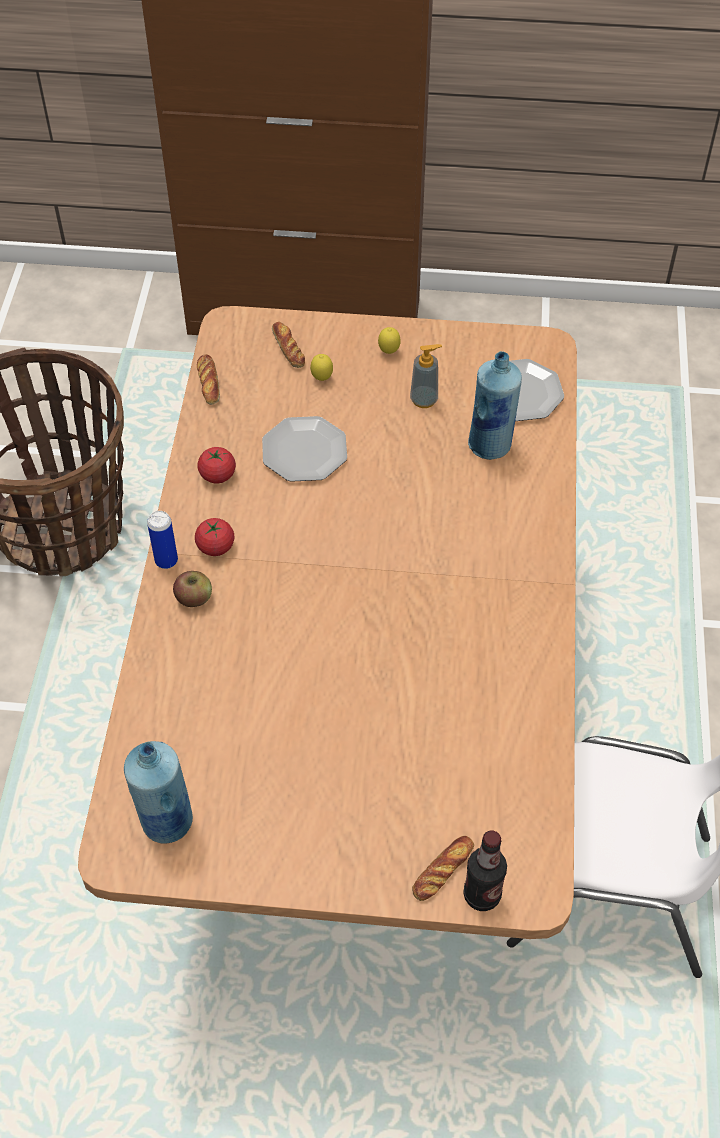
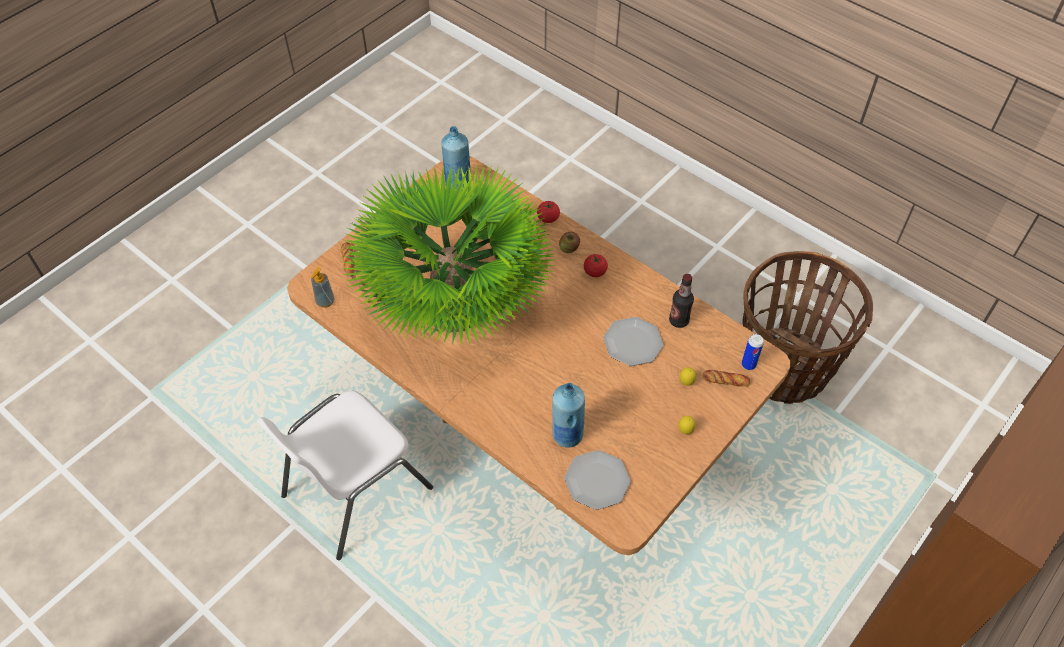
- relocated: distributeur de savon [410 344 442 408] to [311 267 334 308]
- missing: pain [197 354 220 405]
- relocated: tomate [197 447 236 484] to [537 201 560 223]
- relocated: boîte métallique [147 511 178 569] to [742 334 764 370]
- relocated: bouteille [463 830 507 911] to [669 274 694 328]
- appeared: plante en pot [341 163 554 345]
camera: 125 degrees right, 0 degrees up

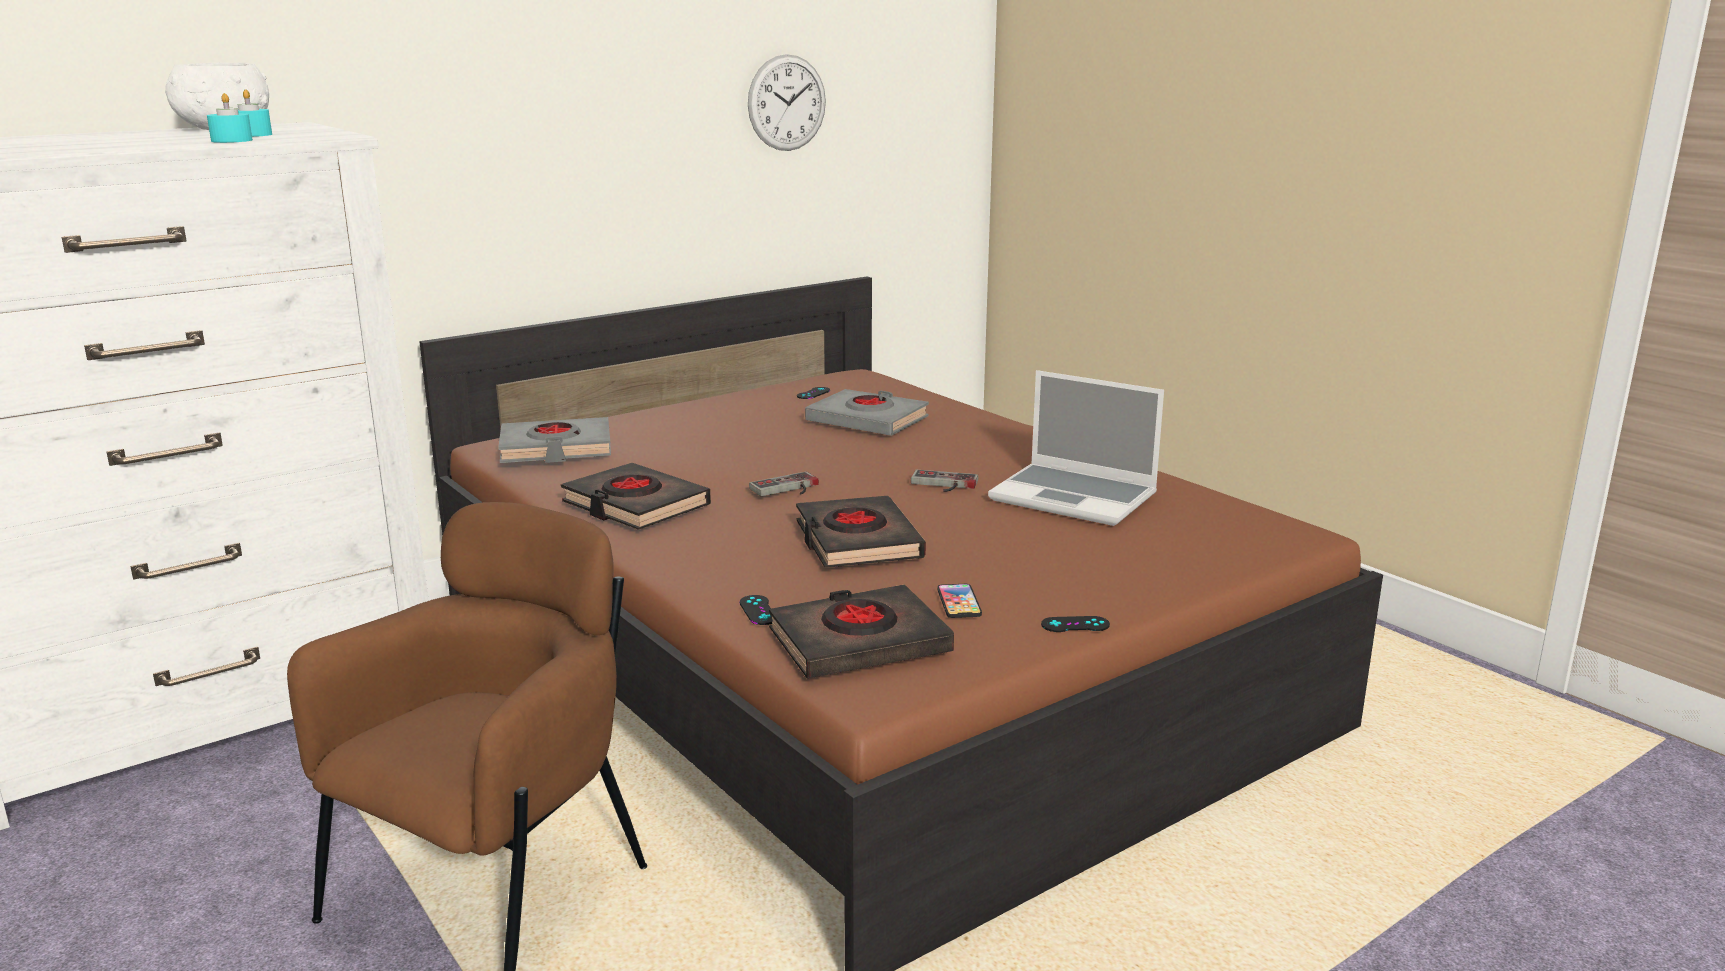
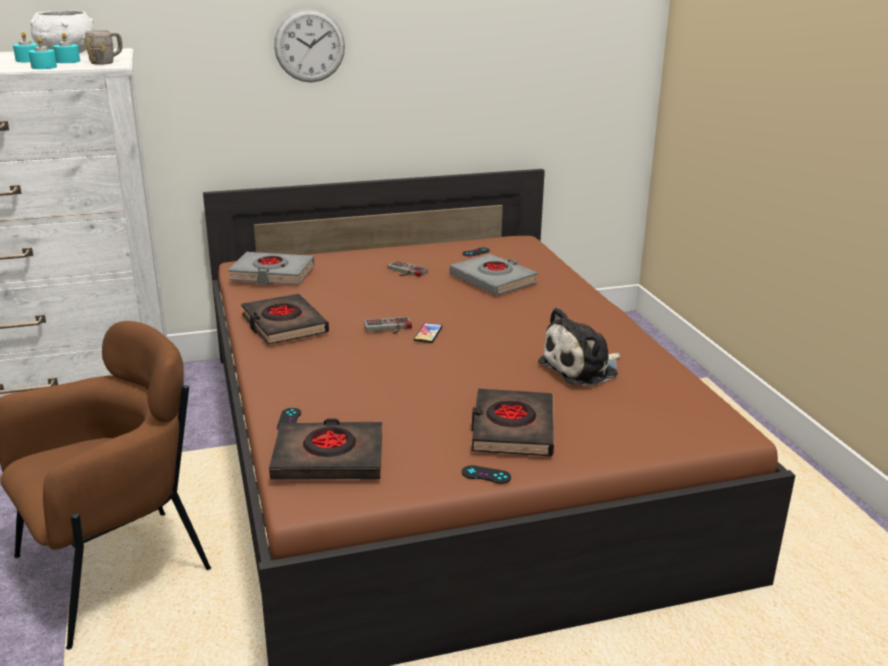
- relocated: horloge murale [748 54 826 151] to [274 9 345 83]
- exchanged: ordinateur portable [988 370 1164 526] to peluche [538 307 621 386]
- relocated: manette [911 470 978 492] to [387 261 428 277]
- relocated: livre (noir) [796 496 926 568] to [471 389 554 456]
- relocated: téléphone [937 584 982 618] to [414 323 442 343]
- appeared: mug (gris) [85 30 123 65]
- appeared: bougie (turquoise) [13 32 38 62]
camera: 20 degrees right, 5 degrees up

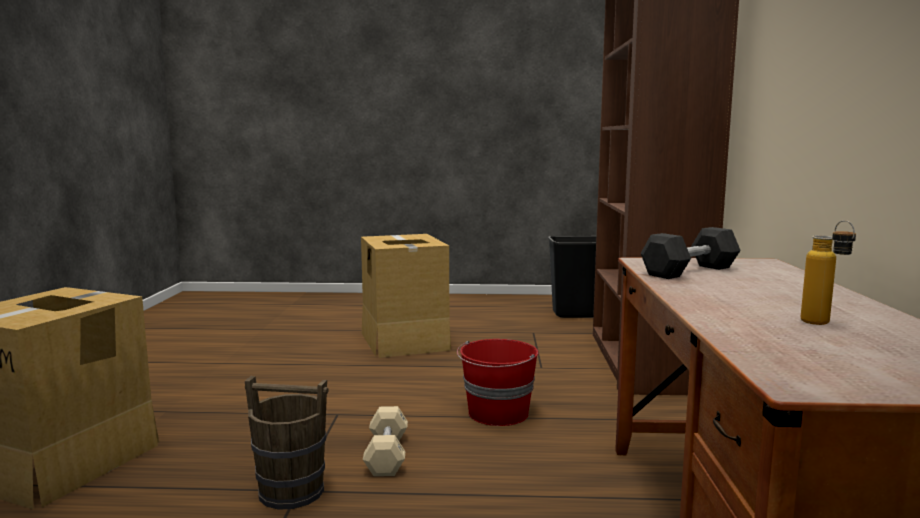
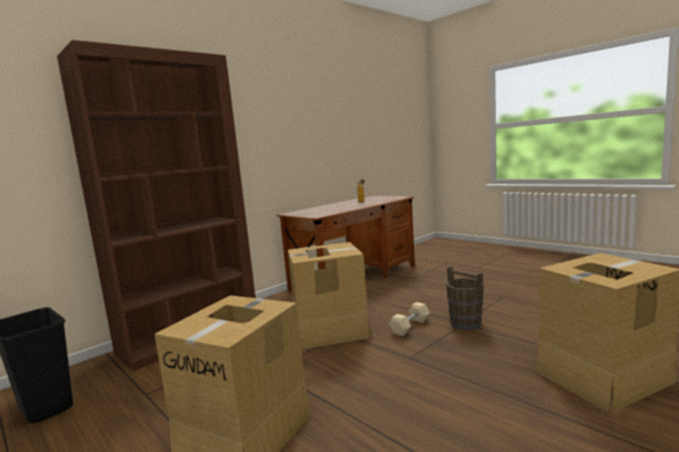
- missing: haltère (noir) [641 227 741 279]
- exchanged: seau (rouge) [457 339 539 426] to carton [288 242 372 349]
camera: 135 degrees left, 0 degrees up

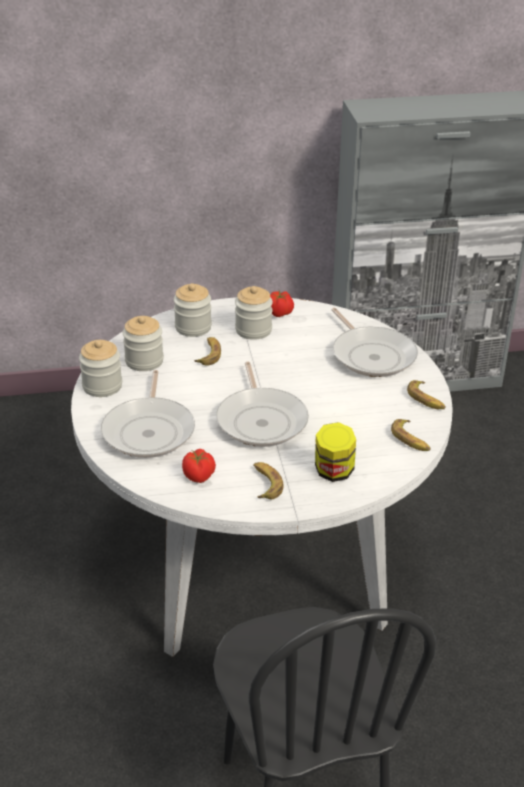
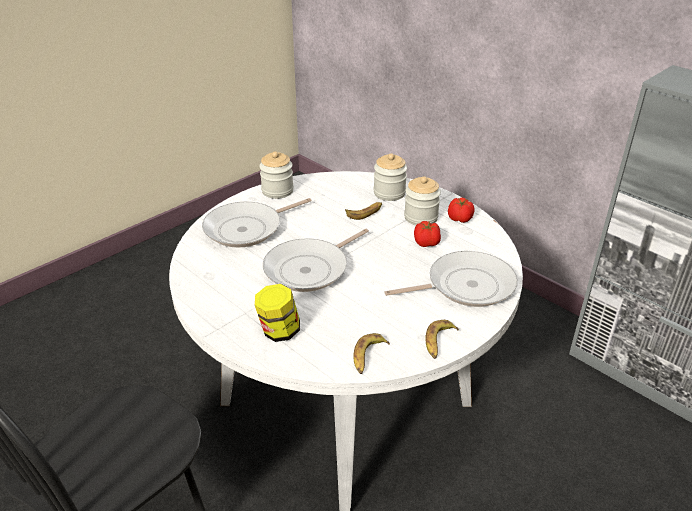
- spun: poêle [331 308 418 377] = [384 251 518 307] 135 degrees counterclockwise
- missing: bocal [123 316 164 371]
- relocated: tomate [182 449 216 483] to [414 221 441 247]
- missing: banane [253 462 284 499]
camera: 55 degrees right, 0 degrees up

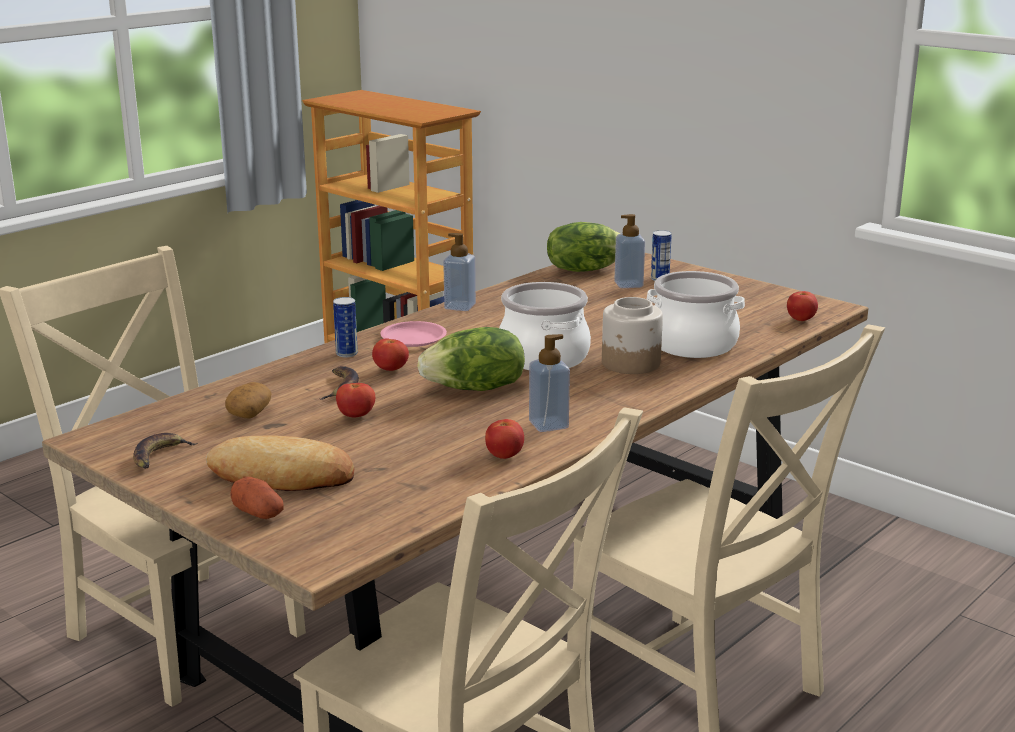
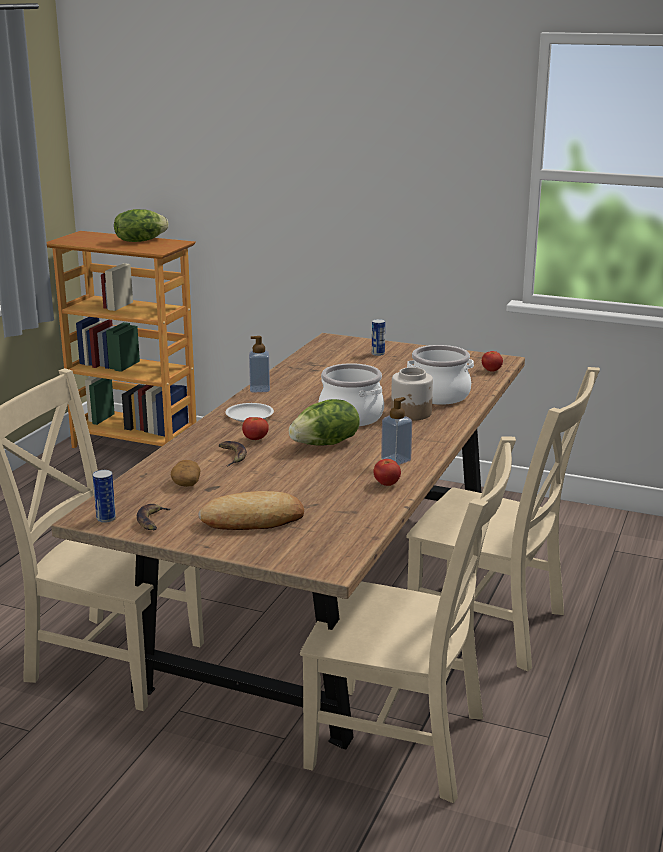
- missing: distributeur de savon [614 214 645 288]
- relocated: laitue [547 222 621 272] to [114 209 169 242]
- relocated: boîte métallique [333 297 358 357] to [93 470 116 523]
- colour: assiette (rose) [381 321 447 347] to assiette (blanc) [225 403 274 422]
- missing: tomate [336 383 375 418]
- missing: pomme de terre [231 477 284 519]
camera: 20 degrees left, 0 degrees up

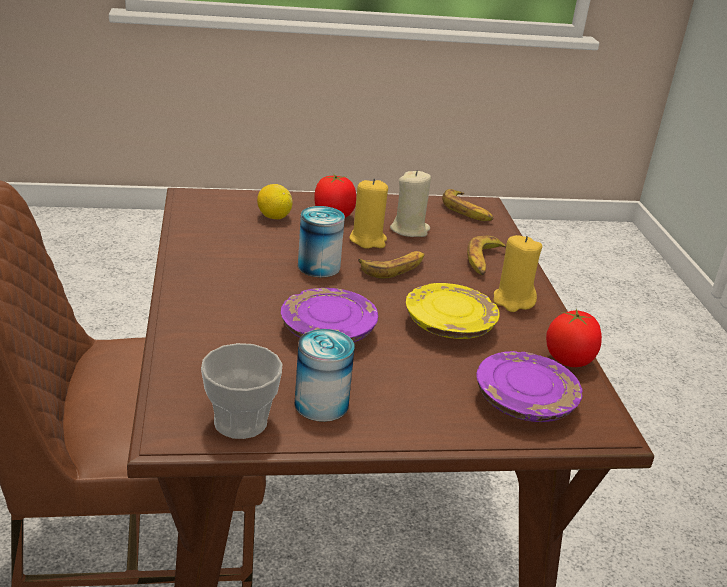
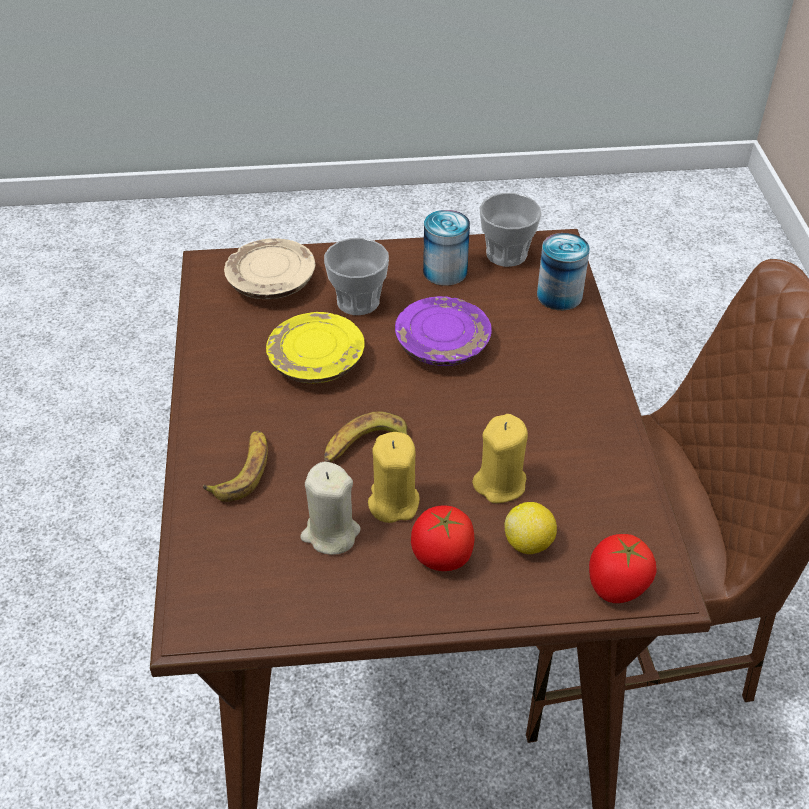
- missing: banane [442 189 494 221]
- relocated: boîte métallique [298 206 345 277] to [537 233 590 310]
- relocated: bougie (jaune) [493 235 542 312] to [472 414 528 503]
- relocated: tomate [546 309 602 367] to [589 534 656 603]
- colour: assiette (violet) [476 351 582 422] to assiette (beige) [224 238 315 299]
- appeared: tasse [324 238 389 315]
camera: 175 degrees left, 15 degrees up

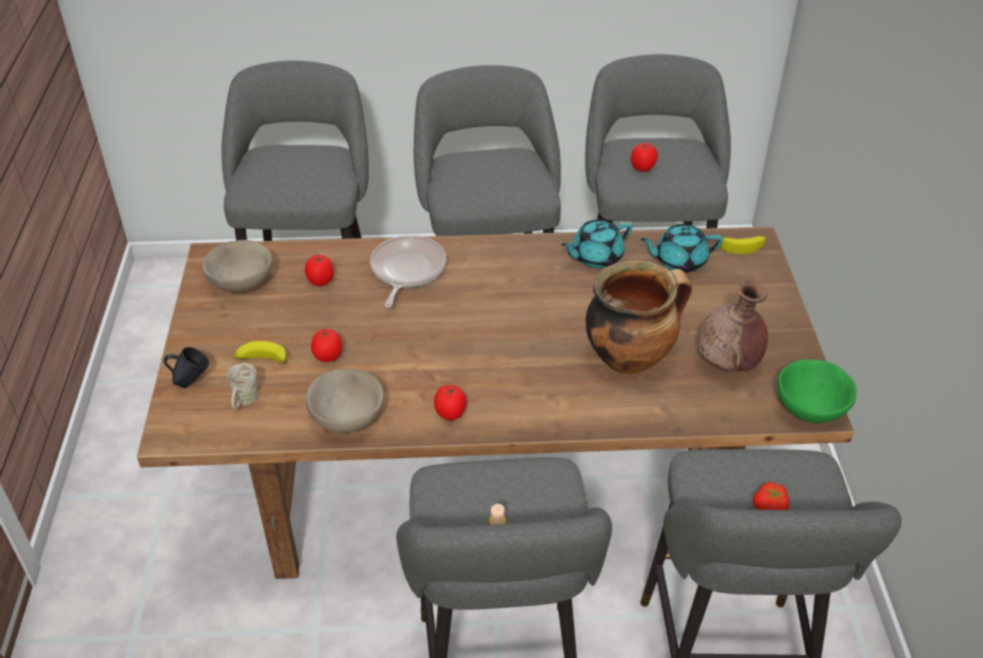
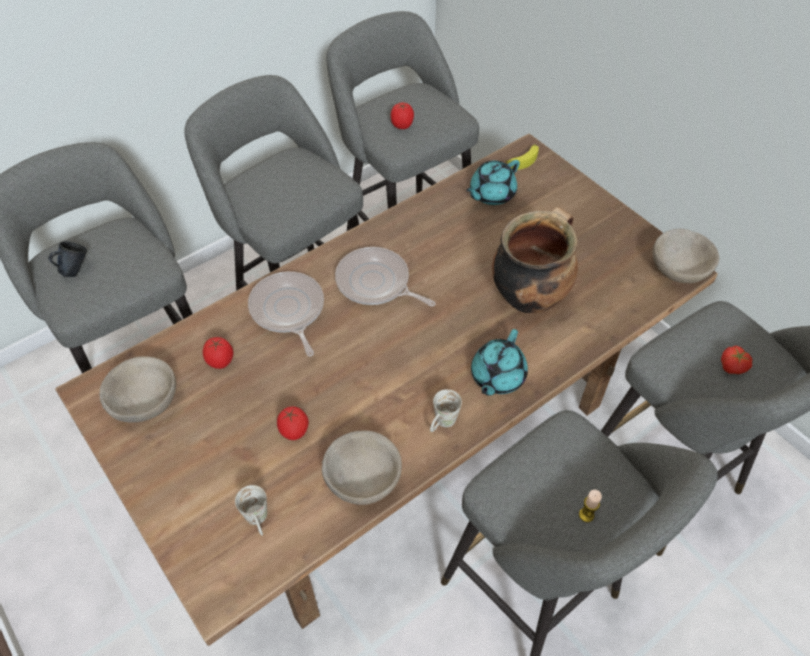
- relocated: théière (turquoise) [561 220 632 268] to [471 329 528 396]
- missing: vase (marron) [697 281 768 372]
- missing: banane [233 341 287 364]
- relocated: mug (bleu) [163 347 209 388] to [49 241 87 277]
- colour: bol (vert) [777 359 857 423] to bol (beige) [653 229 719 283]
- exchanged: tomate [434 385 467 421] to mug (blanc) [430 389 462 432]
- appeared: poêle [335 247 436 307]
camera: 35 degrees left, 10 degrees up

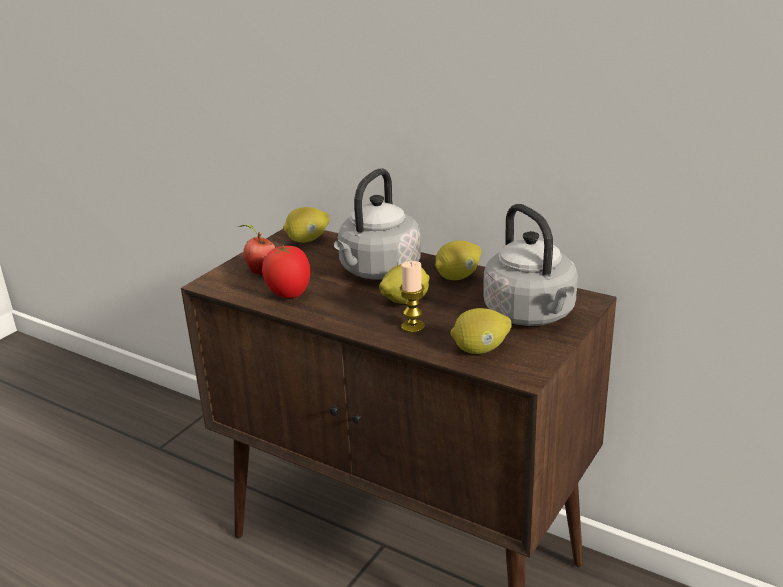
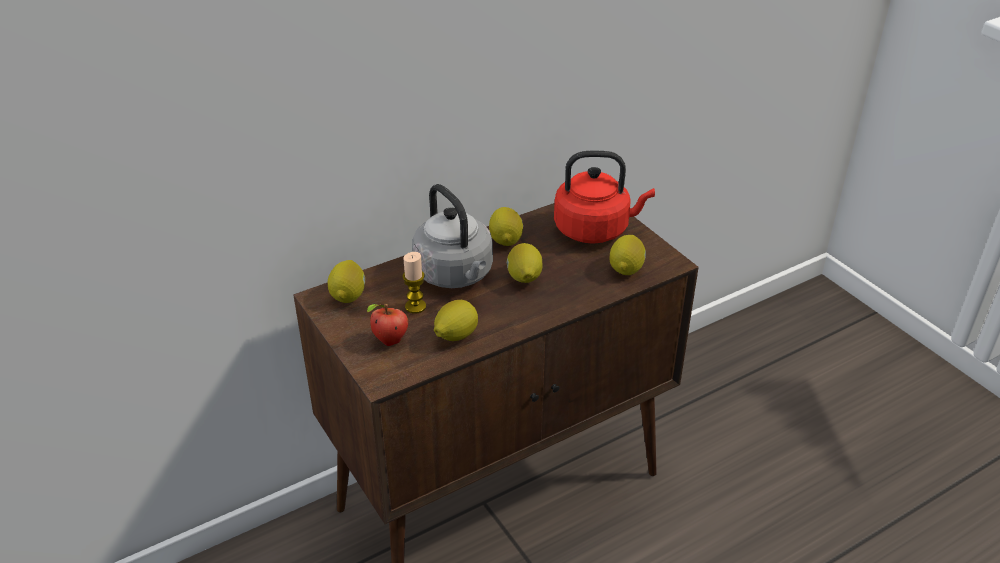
- colour: bouilloire (gris) [483 204 578 326] to bouilloire (rouge) [554 151 655 244]
- exchanged: tomate [262 244 311 298] to citron [434 300 478 341]
- relocated: bougie [400 261 425 333] to [403 252 426 314]
camera: 65 degrees left, 10 degrees up

